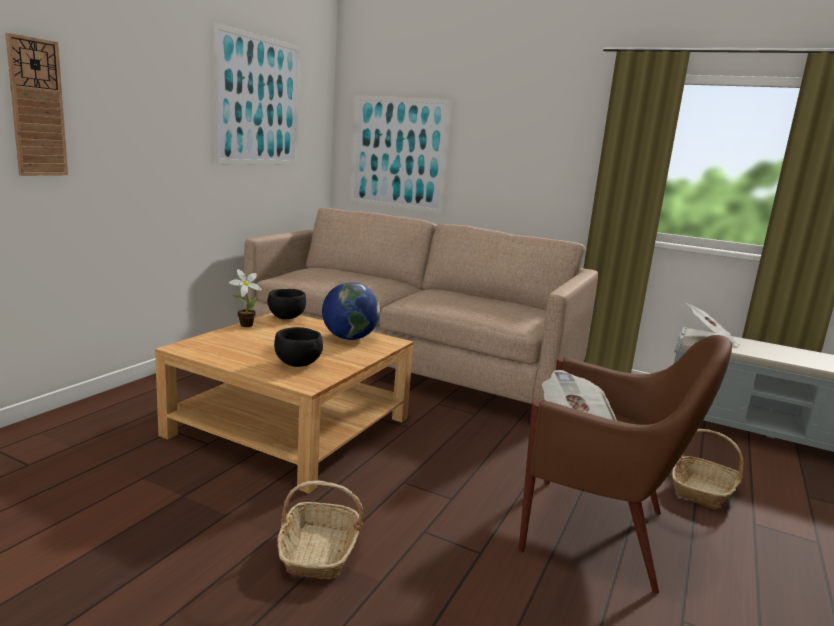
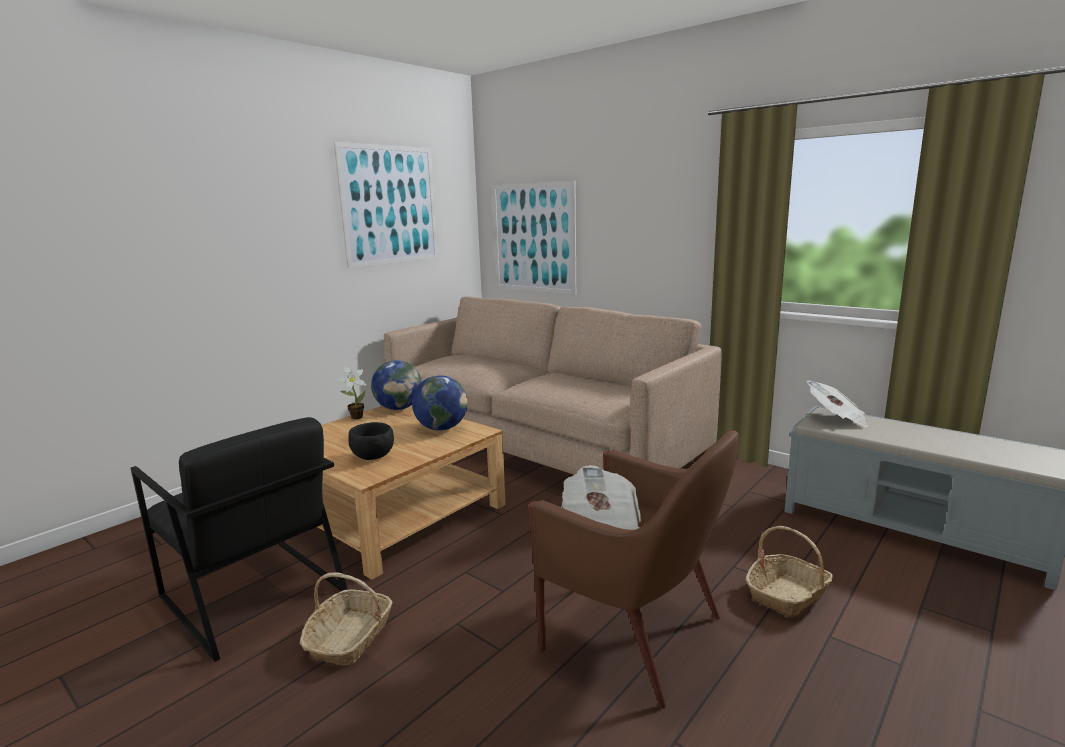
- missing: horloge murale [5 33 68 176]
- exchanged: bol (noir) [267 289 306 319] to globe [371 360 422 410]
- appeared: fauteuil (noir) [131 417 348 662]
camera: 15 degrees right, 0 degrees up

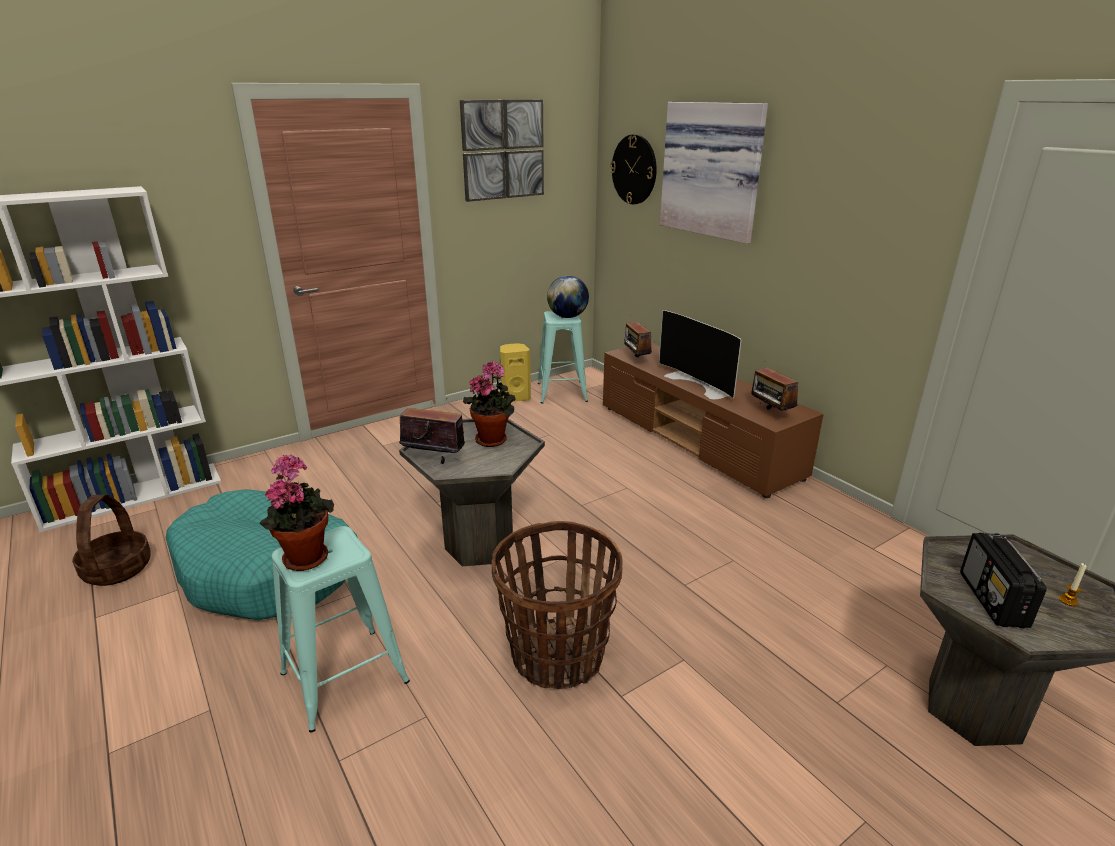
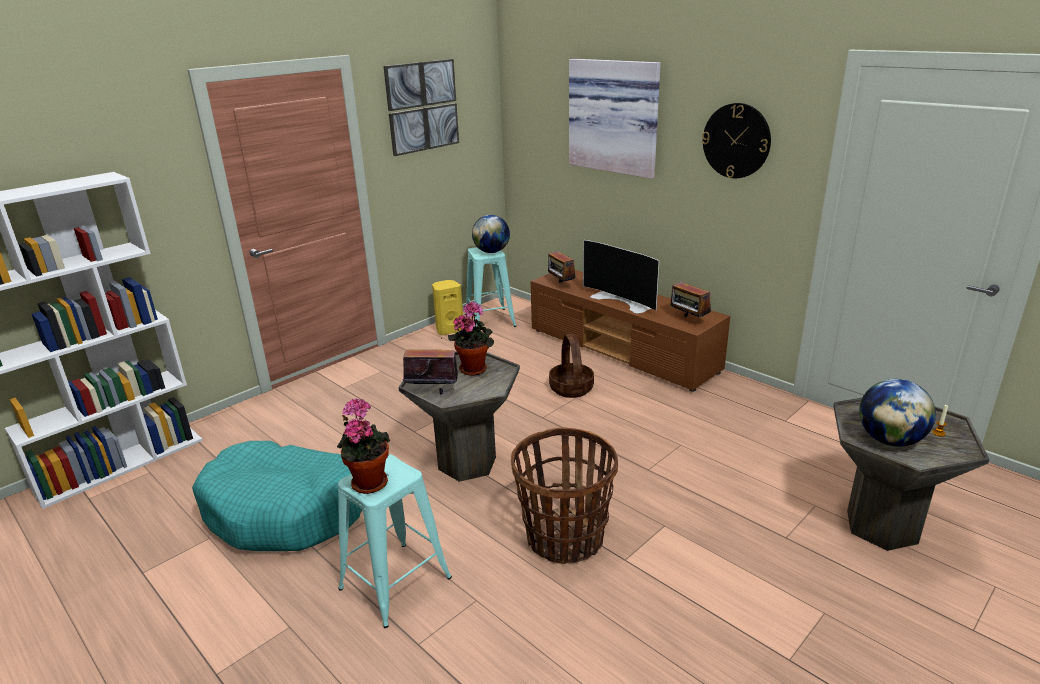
- relocated: horloge murale [610 134 657 204] to [702 103 771 178]
- relocated: panier [72 495 151 586] to [549 334 594 398]
- exchanged: radio [960 532 1047 628] to globe [859 379 936 446]
camera: 10 degrees left, 0 degrees up

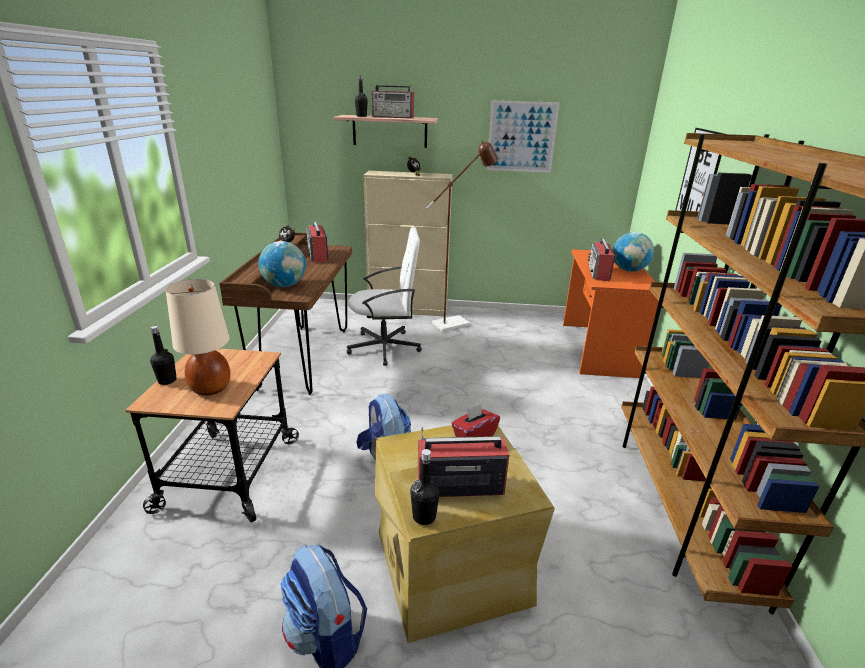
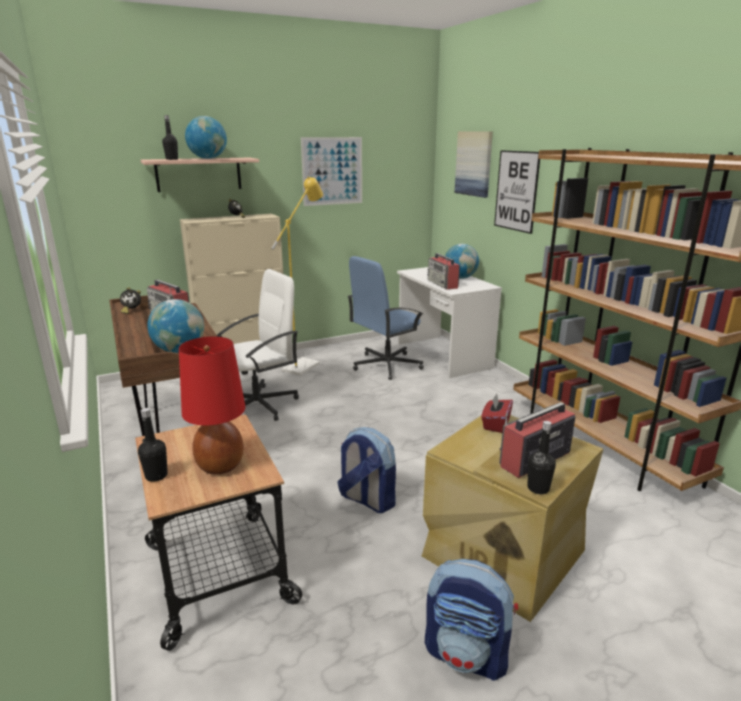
- exchanged: radio [372 84 414 119] to globe [185 116 227 159]
- colour: lampadaire (marron) [426 141 498 331] to lampadaire (jaune) [271 176 323 376]
- colour: bureau (orange) [563 249 659 378] to bureau (blanc) [397 267 502 378]
- colour: lampe de table (beige) [166 279 231 396] to lampe de table (rouge) [179 336 245 475]
- appeared: tableau [455 131 493 198]
- appeared: chaise de bureau (bleu) [347 256 424 380]
camera: 30 degrees left, 5 degrees down

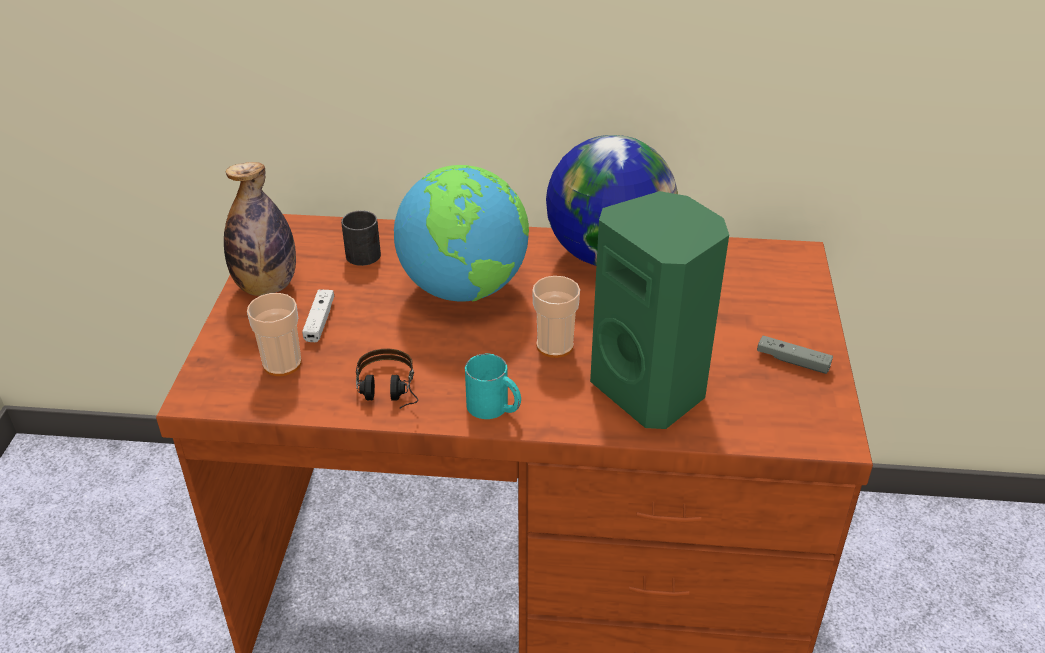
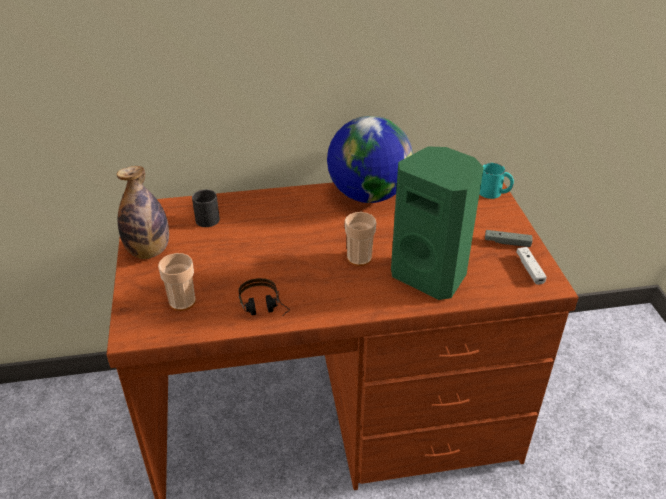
- missing: globe [394 165 529 302]
- relocated: manette (blanc) [302 289 334 342] to [516 247 547 285]
- relocated: mug (turquoise) [465 354 521 419] to [480 163 514 199]
camera: 15 degrees left, 0 degrees up

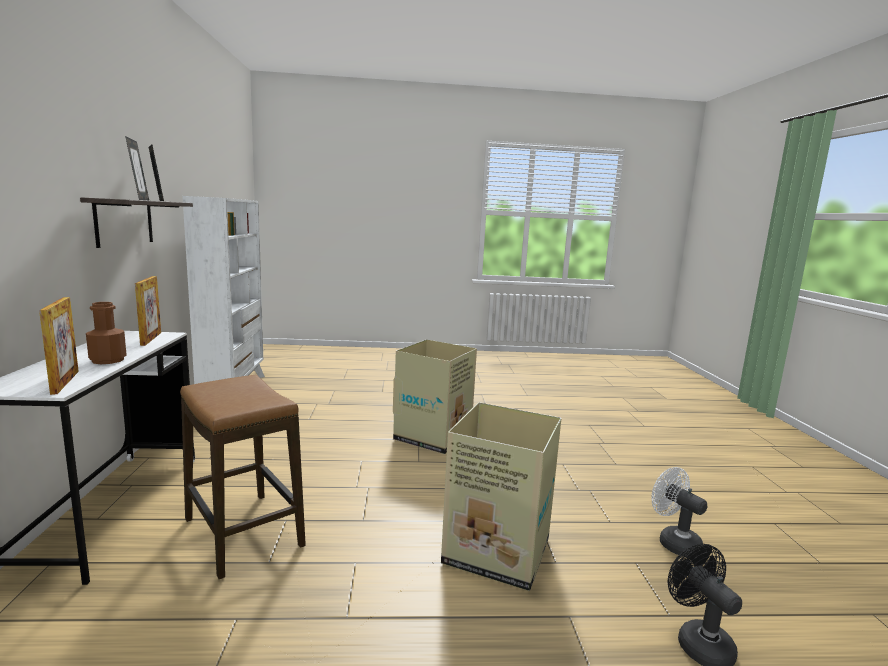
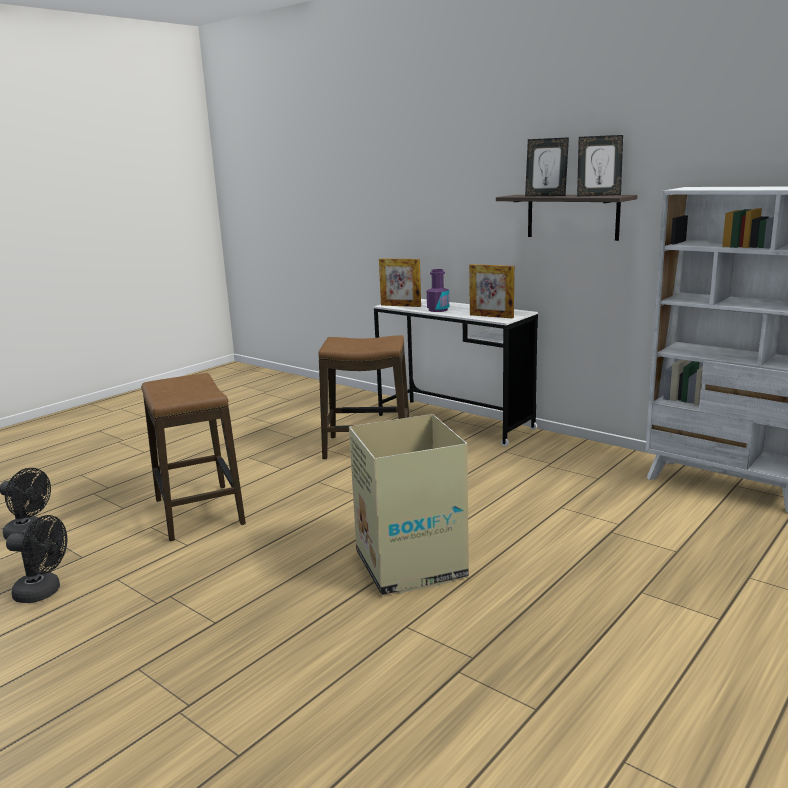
- colour: bouteille (marron) [86 302 127 364] to bouteille (violet) [427 269 449 312]
- exchanged: carton [441 402 561 591] to tabouret [141 373 246 541]
- colour: ventilateur (blanc) [651 467 707 557] to ventilateur (noir) [6 515 67 603]
camera: 135 degrees right, 5 degrees up

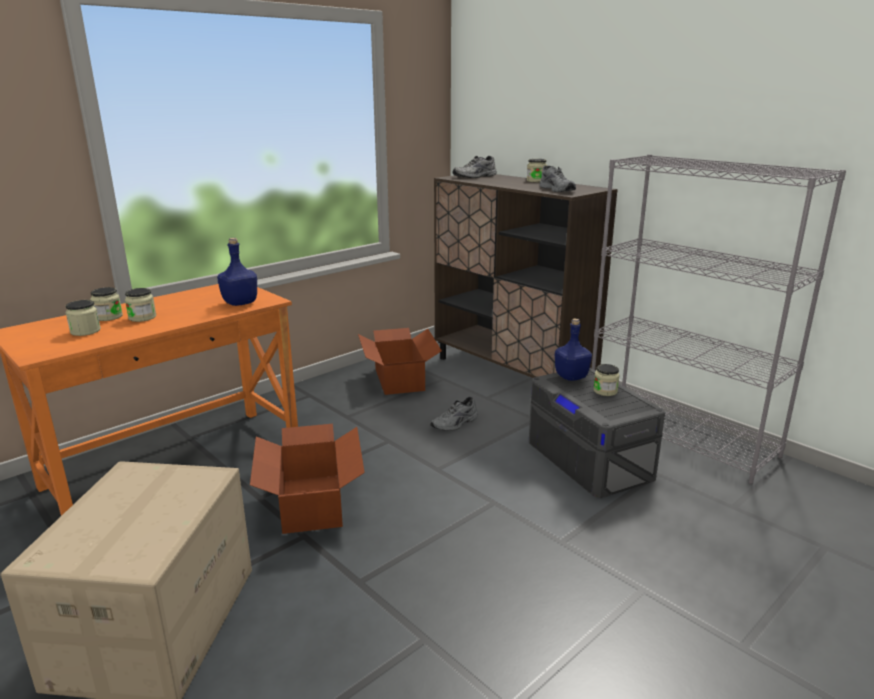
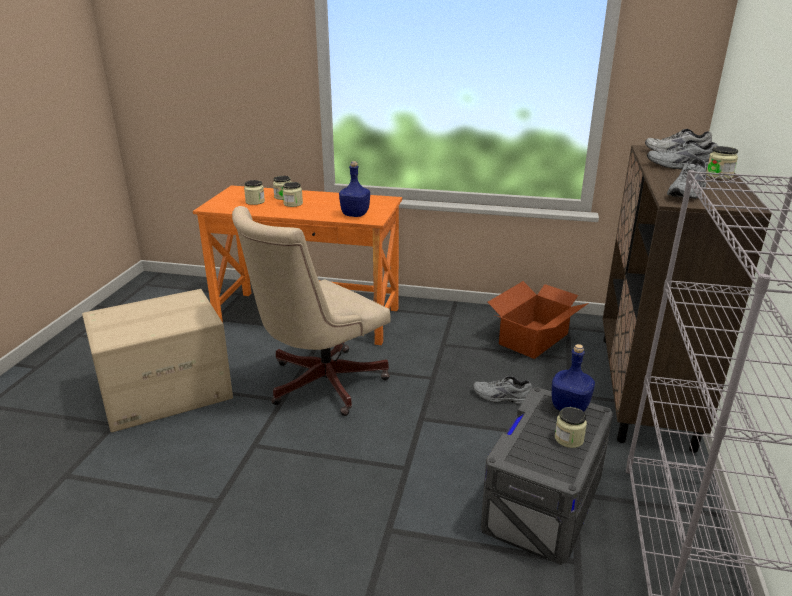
- exchanged: carton [250 424 365 534] to chaise de bureau (beige) [232 206 391 416]
- appeared: chaussure (gris) [647 140 718 170]
camera: 55 degrees right, 5 degrees up

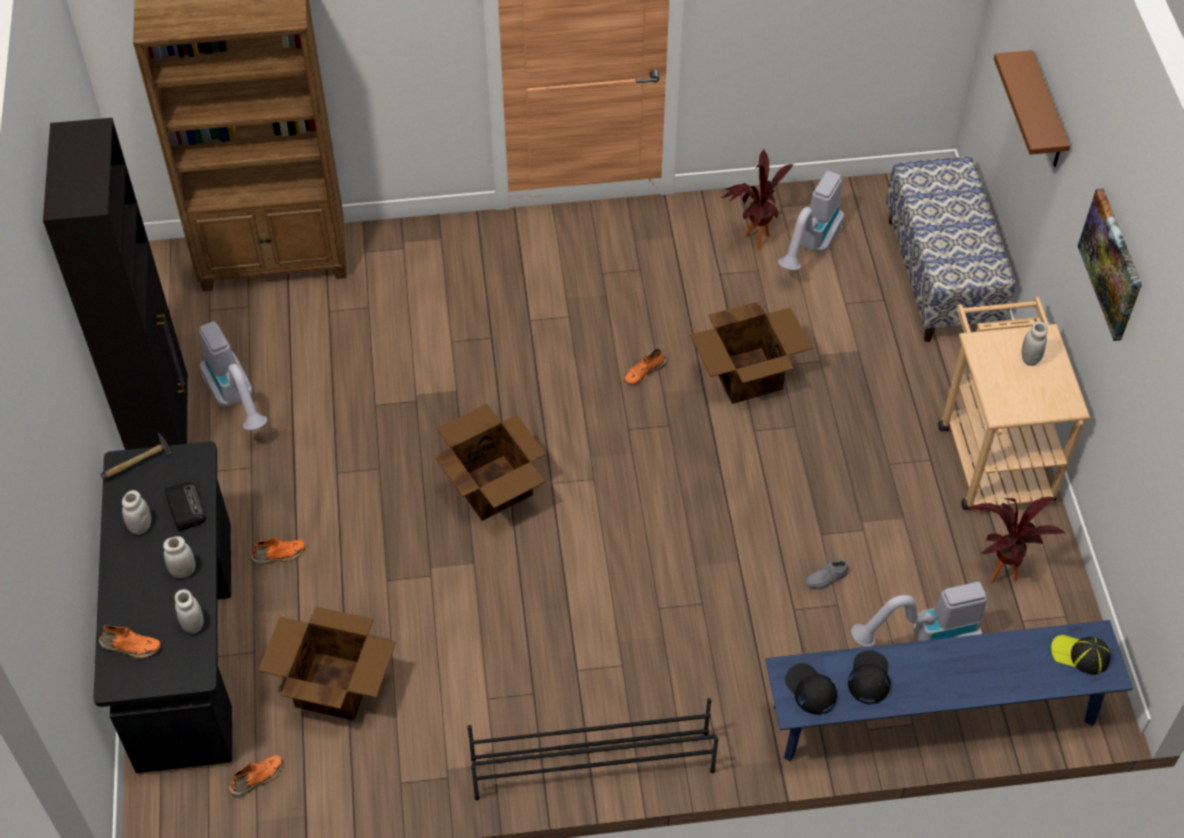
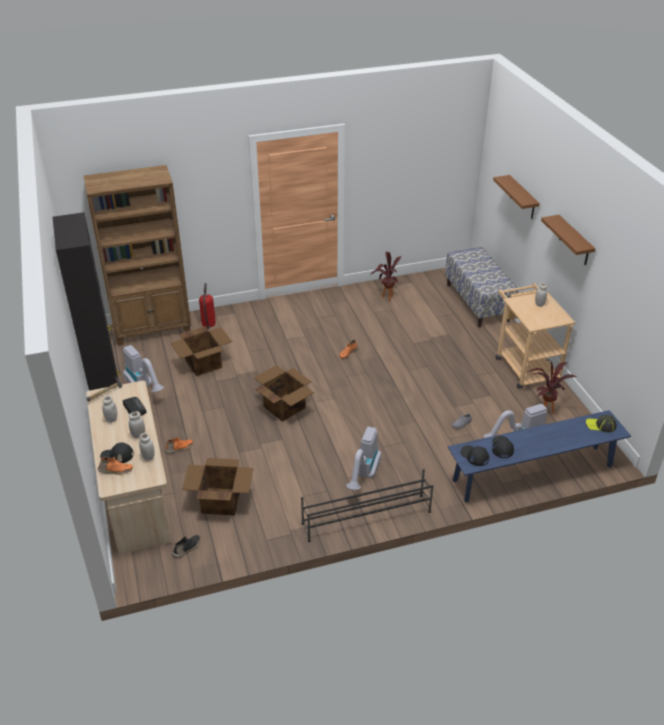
- relocated: aspirateur [778 171 844 270] to [346 427 381 490]
- exchanged: tableau [1078 189 1142 341] to étagère (marron) [541 215 595 265]
- relocated: carton [690 301 812 404] to [171 326 232 376]
- colour: bureau (noir) [94 441 232 773] to bureau (beige) [86 381 172 555]
- colour: chaussure (orange) [228 755 283 796] to chaussure (noir) [172 535 200 558]
- appeared: extincteur [199 283 216 329]
- appeared: casquette (noir) [100 442 134 463]
camera: 10 degrees left, 15 degrees down

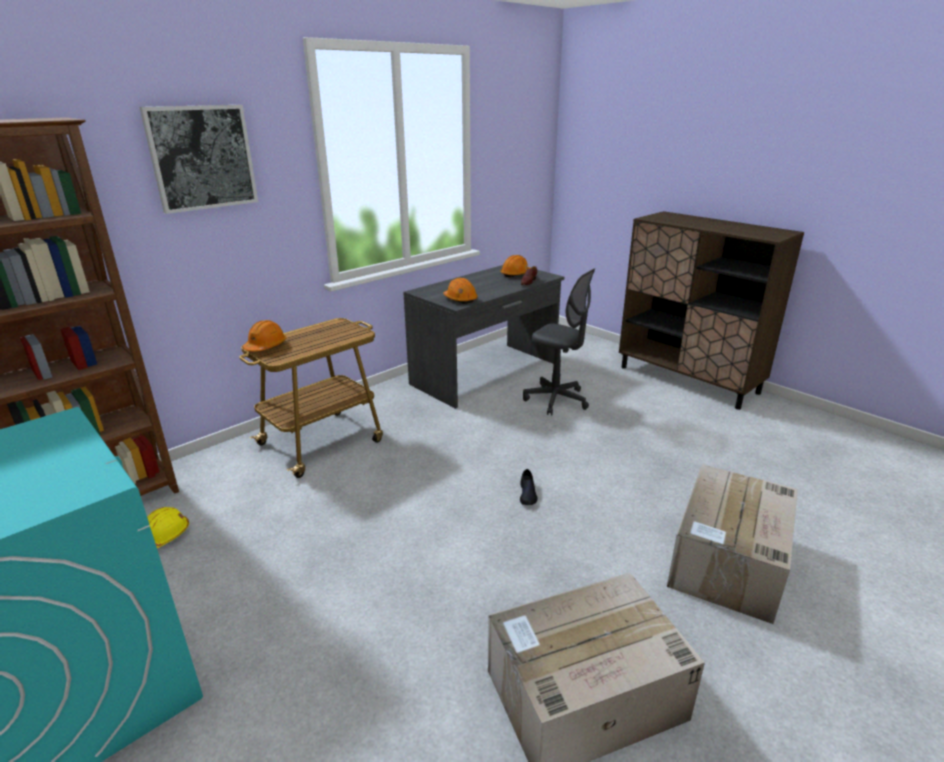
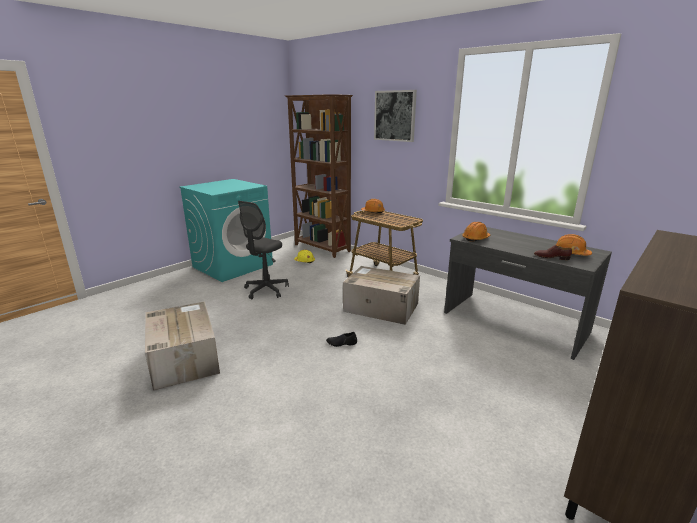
- relocated: chaise de bureau (gris) [523 268 595 416] to [238 201 289 299]
- relocated: carton [667 464 798 624] to [343 266 420 325]
camera: 85 degrees right, 5 degrees down

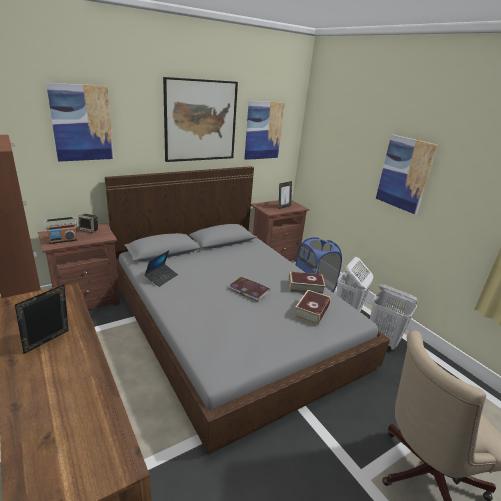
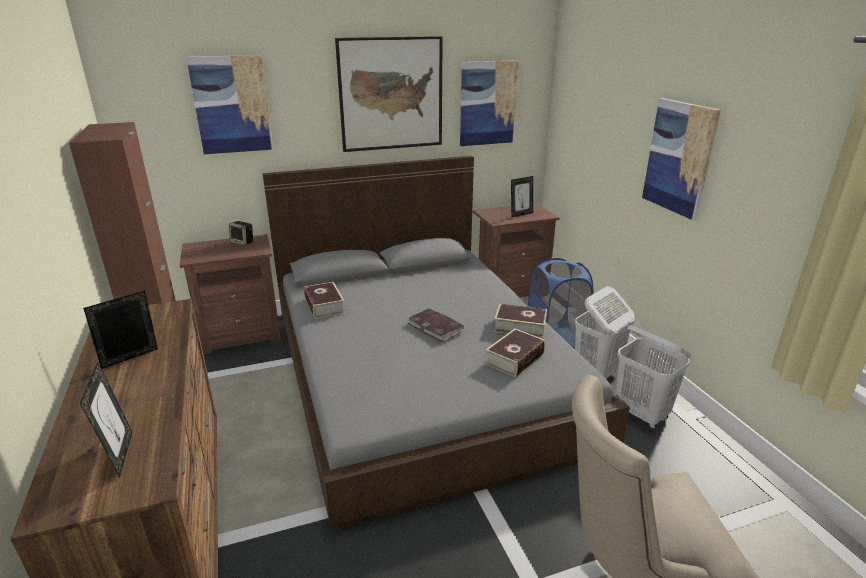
- missing: radio [44 217 78 244]
- exchanged: ordinateur portable [145 250 178 287] to livre [304 282 345 319]
- appeared: cadre photo [80 362 132 477]
camera: 15 degrees right, 0 degrees up

